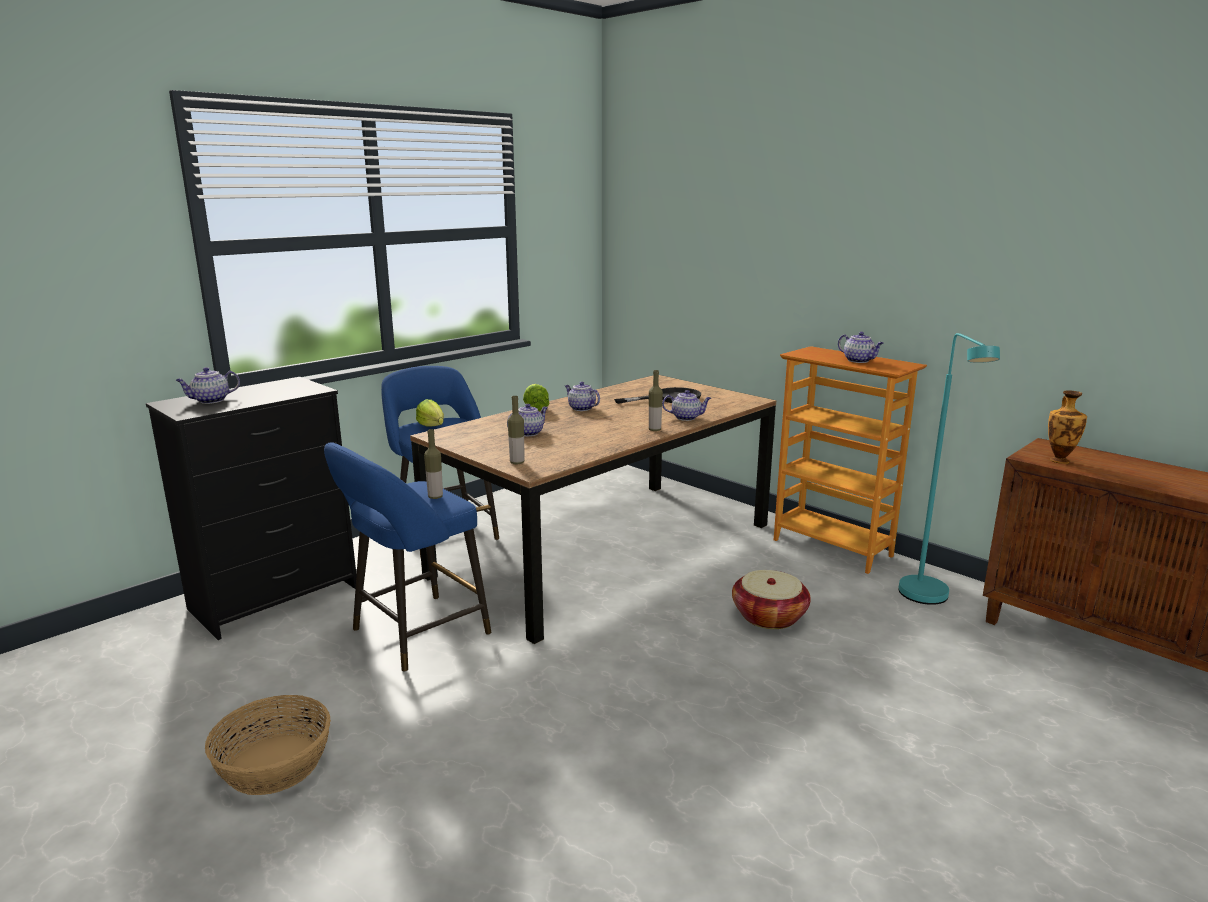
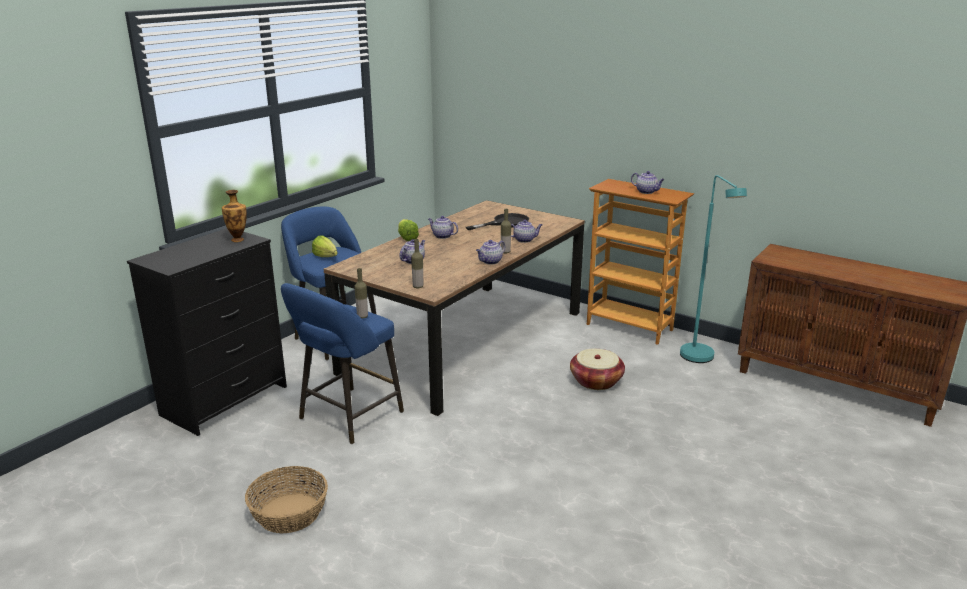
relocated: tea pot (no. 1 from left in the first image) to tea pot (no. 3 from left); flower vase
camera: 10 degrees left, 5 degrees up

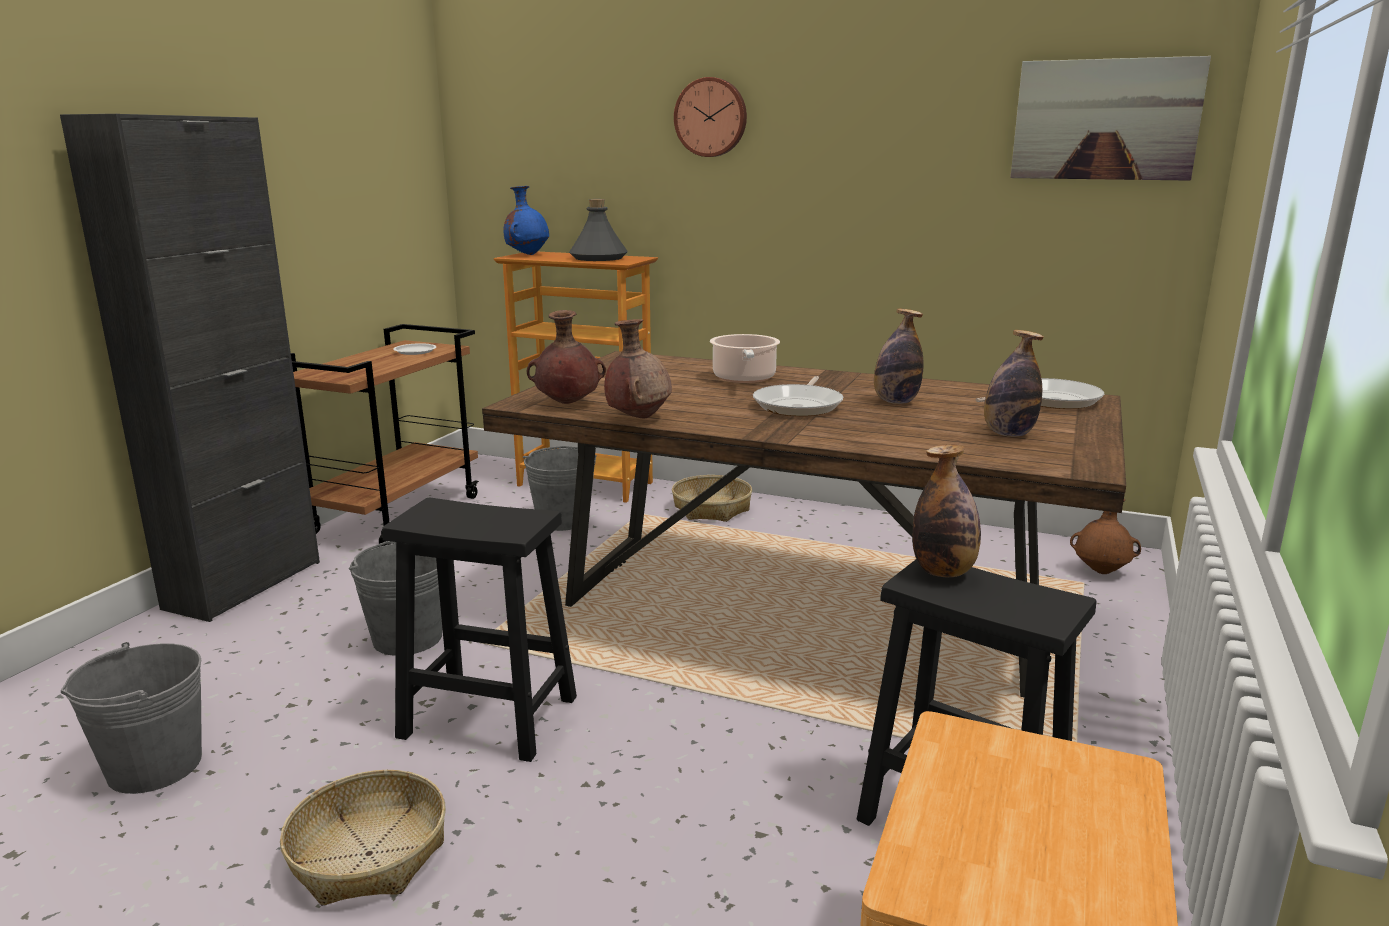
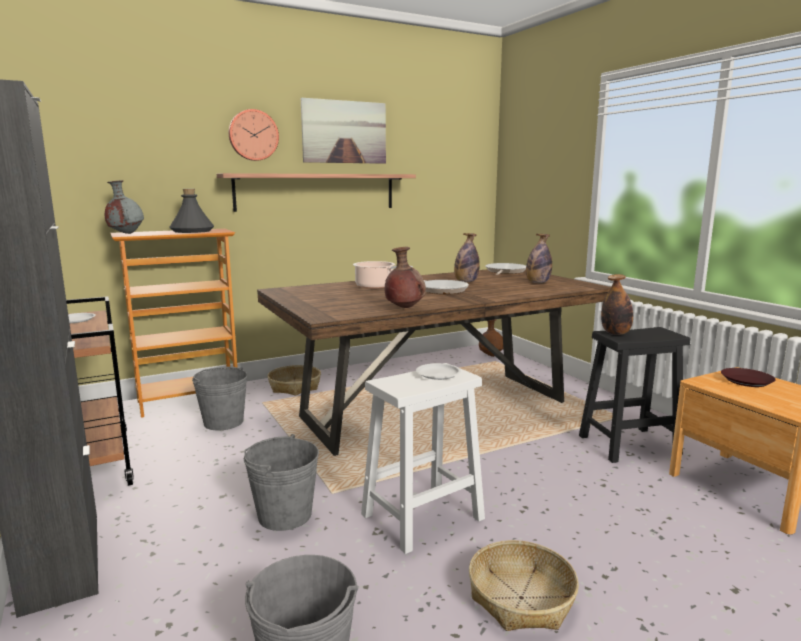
missing: flower vase in brownish (no. 1 from left)
appeared: wall shelf; flat dish in white-coloured (no. 2 from left); flat dish in brownish
relocated: picture
colour: flower vase in bluish to flower vase in gray; sitting stool in blackish (no. 1 from left) to sitting stool in white-coloured
camera: 50 degrees left, 5 degrees down

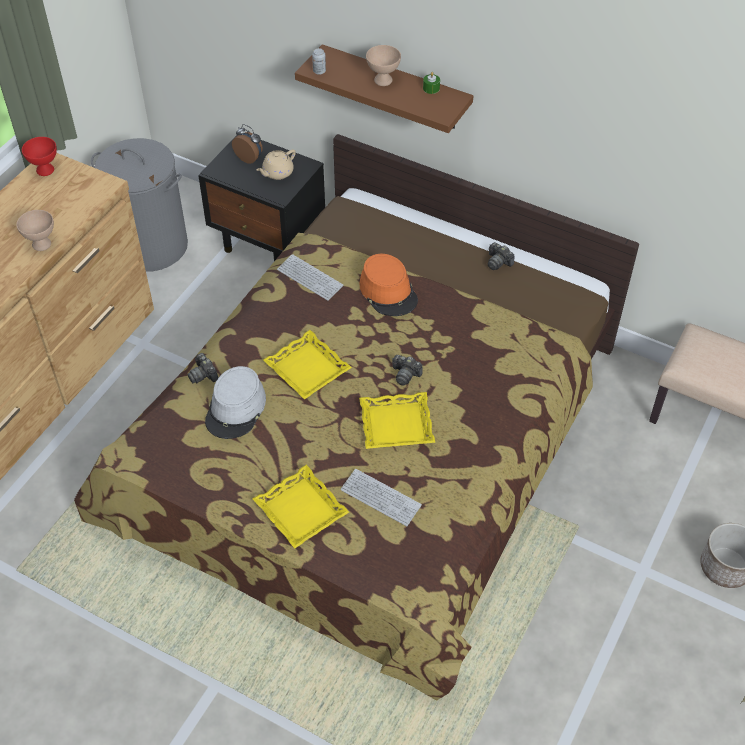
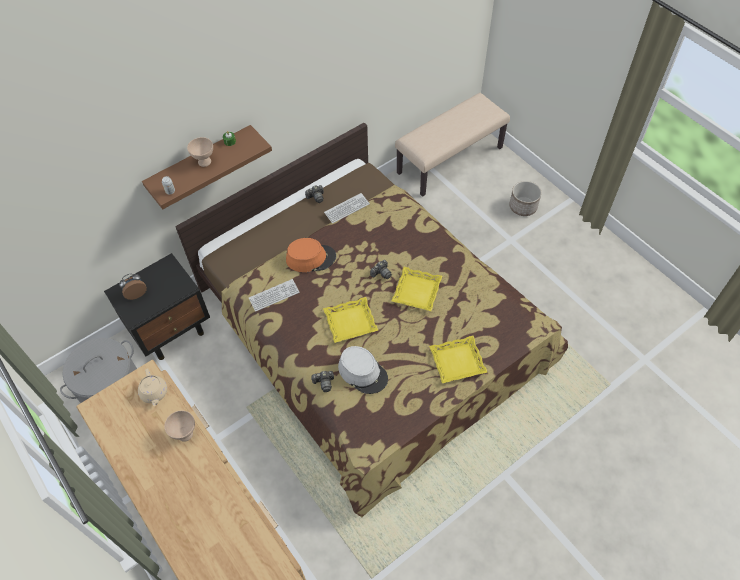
missing: bowl in red-coloured
relocated: tea pot in sand-coloured; keyboard (no. 2 from left)
camera: 65 degrees left, 5 degrees up

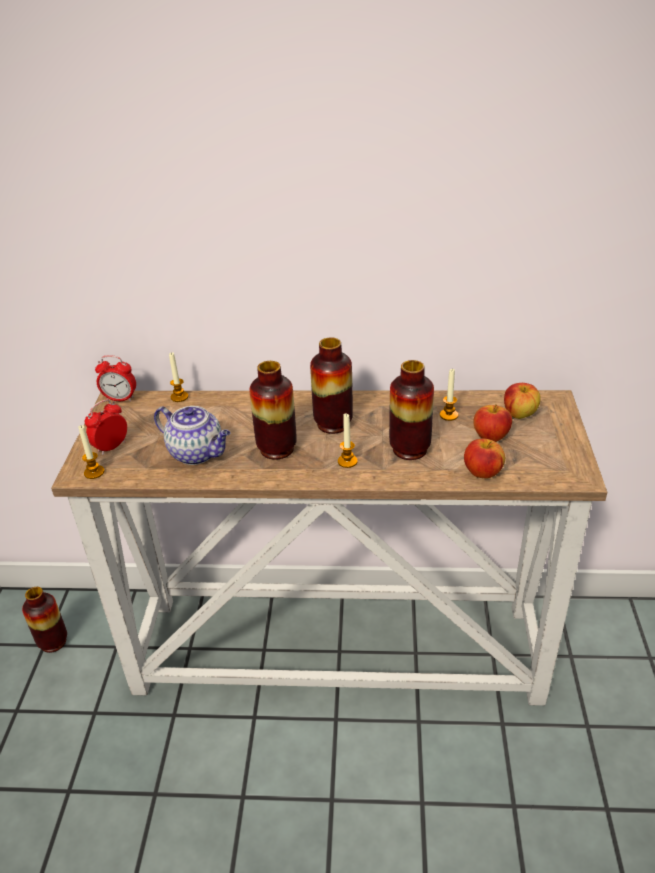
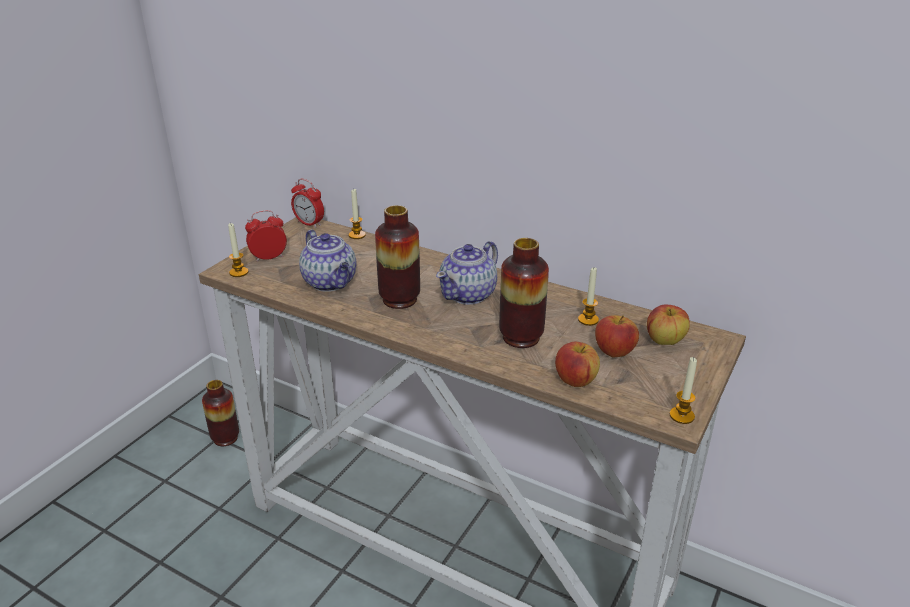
relocated: candle (no. 3 from left in the first image) to candle (no. 4 from left)
exchanged: flower vase (no. 3 from left) to tea pot (no. 2 from left)
camera: 25 degrees right, 5 degrees down

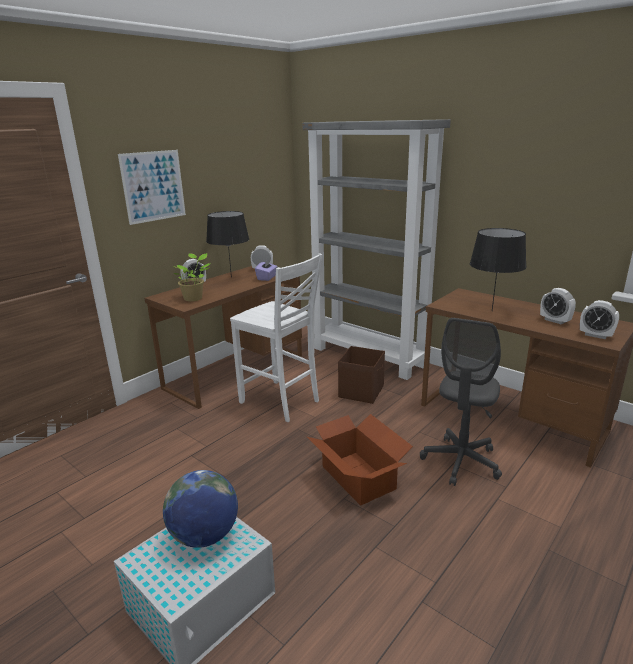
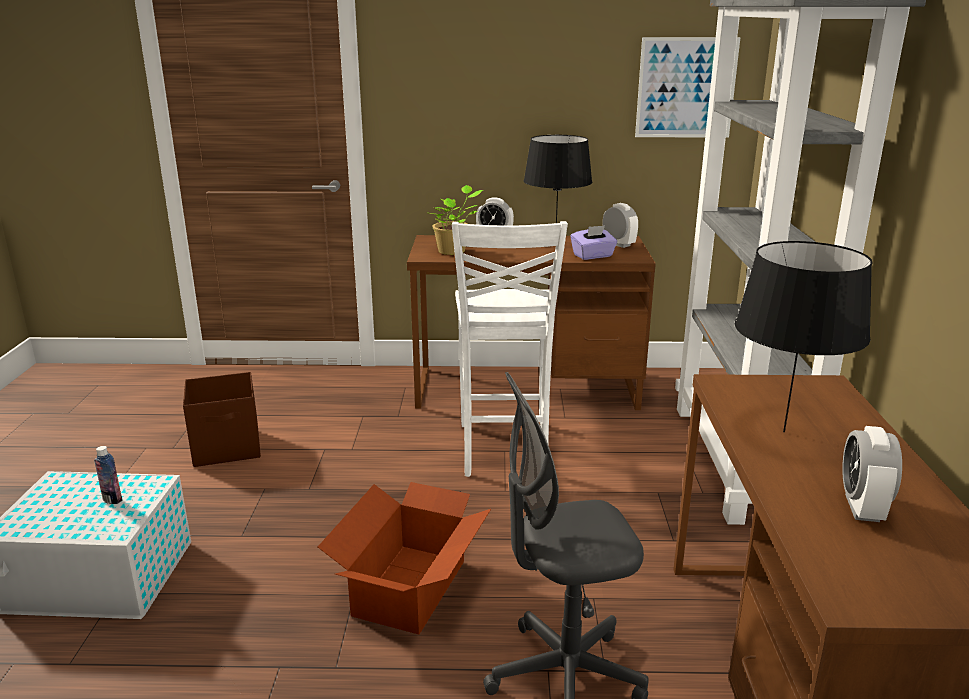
missing: bedside clock (no. 4 from left)
relocated: picture; storage bin in brownish
exchanged: globe to drink bottle
camera: 50 degrees right, 0 degrees up

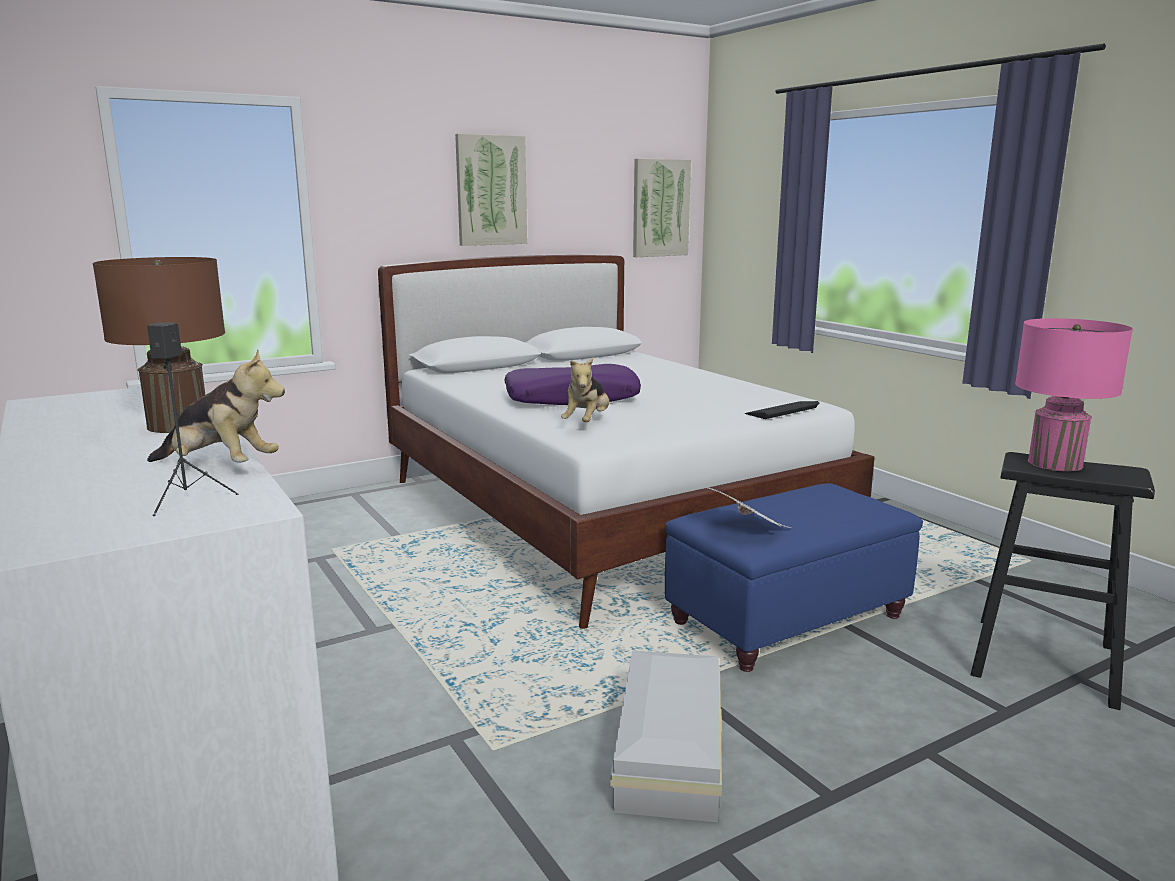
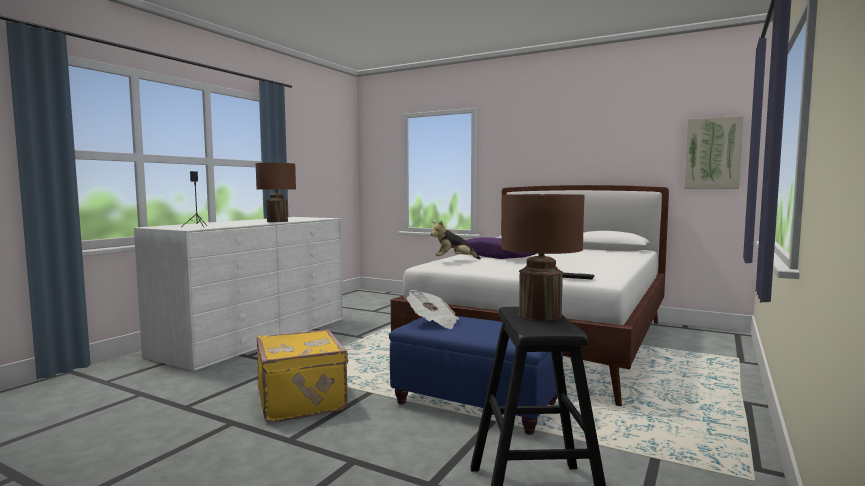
missing: picture (no. 1 from left); plush toy (no. 1 from left)
exchanged: storage bin in white-coloured to travel case in yellowish
colour: tabletop lamp in pinkish to tabletop lamp in brownish (no. 2 from left)
camera: 60 degrees right, 10 degrees down

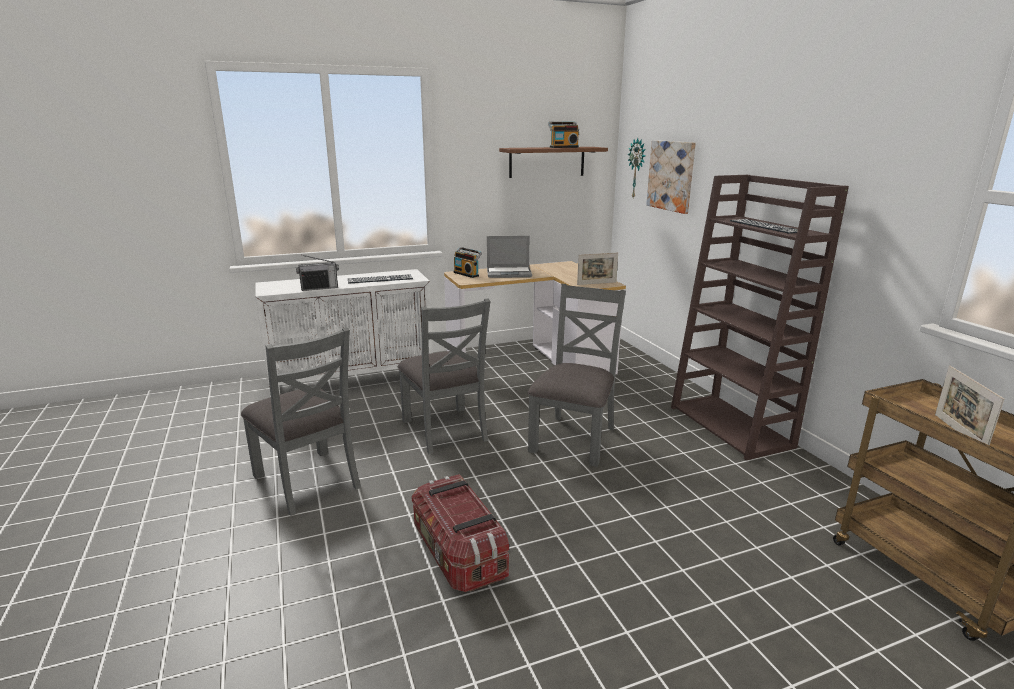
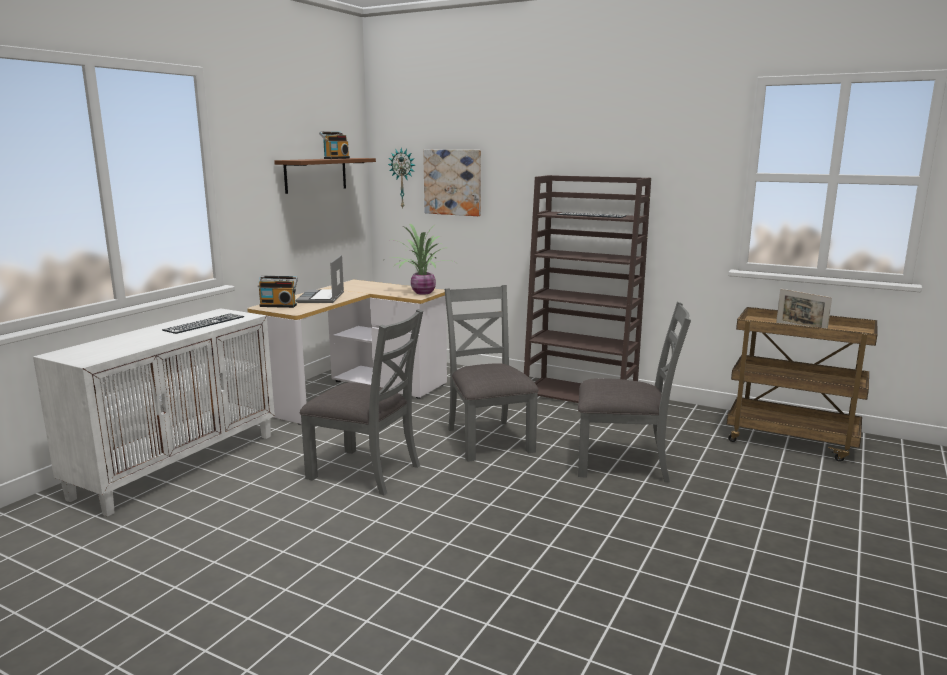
missing: radio receiver (no. 1 from left); storage bin
relocated: plain chair in gray (no. 1 from left in the first image) to plain chair in gray (no. 3 from left)
exchanged: standing frame (no. 1 from left) to houseplant
spun: notebook computer 135 degrees clockwise
camera: 40 degrees left, 5 degrees down

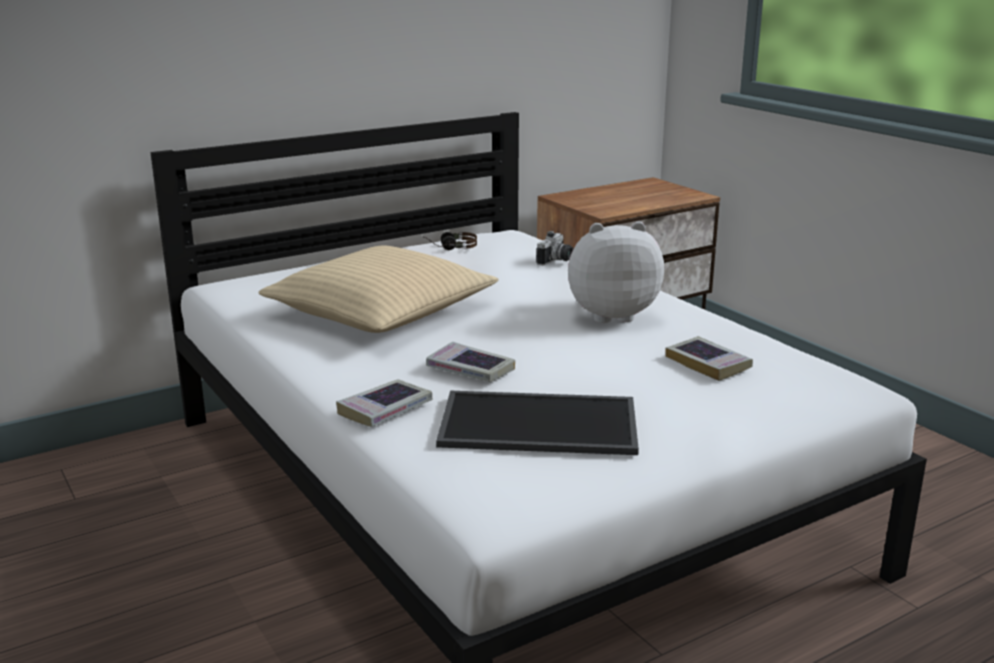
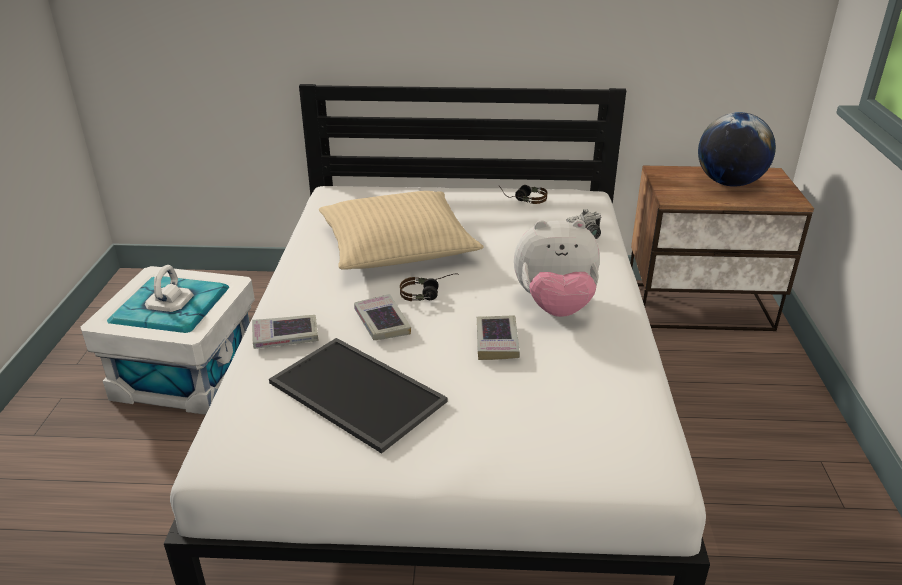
appeared: globe; storage bin in white-coloured; headphones (no. 1 from left)
relocated: book (no. 3 from left)
spun: plush toy 150 degrees clockwise
camera: 35 degrees right, 10 degrees up

